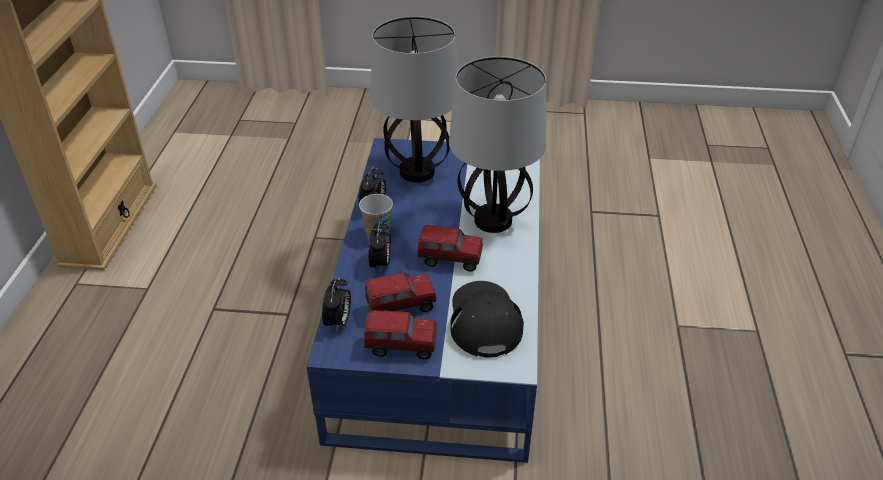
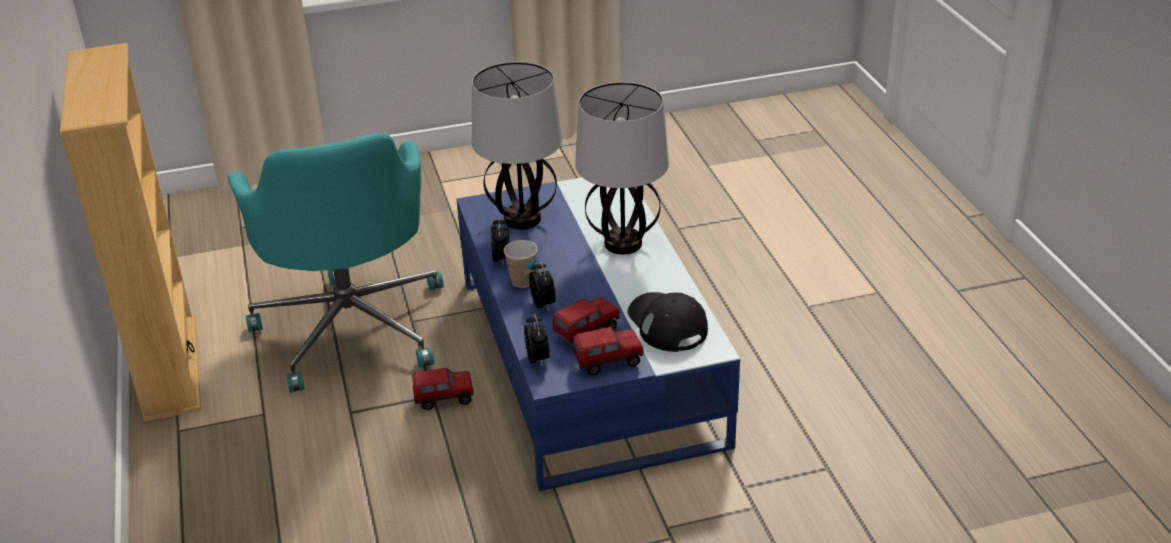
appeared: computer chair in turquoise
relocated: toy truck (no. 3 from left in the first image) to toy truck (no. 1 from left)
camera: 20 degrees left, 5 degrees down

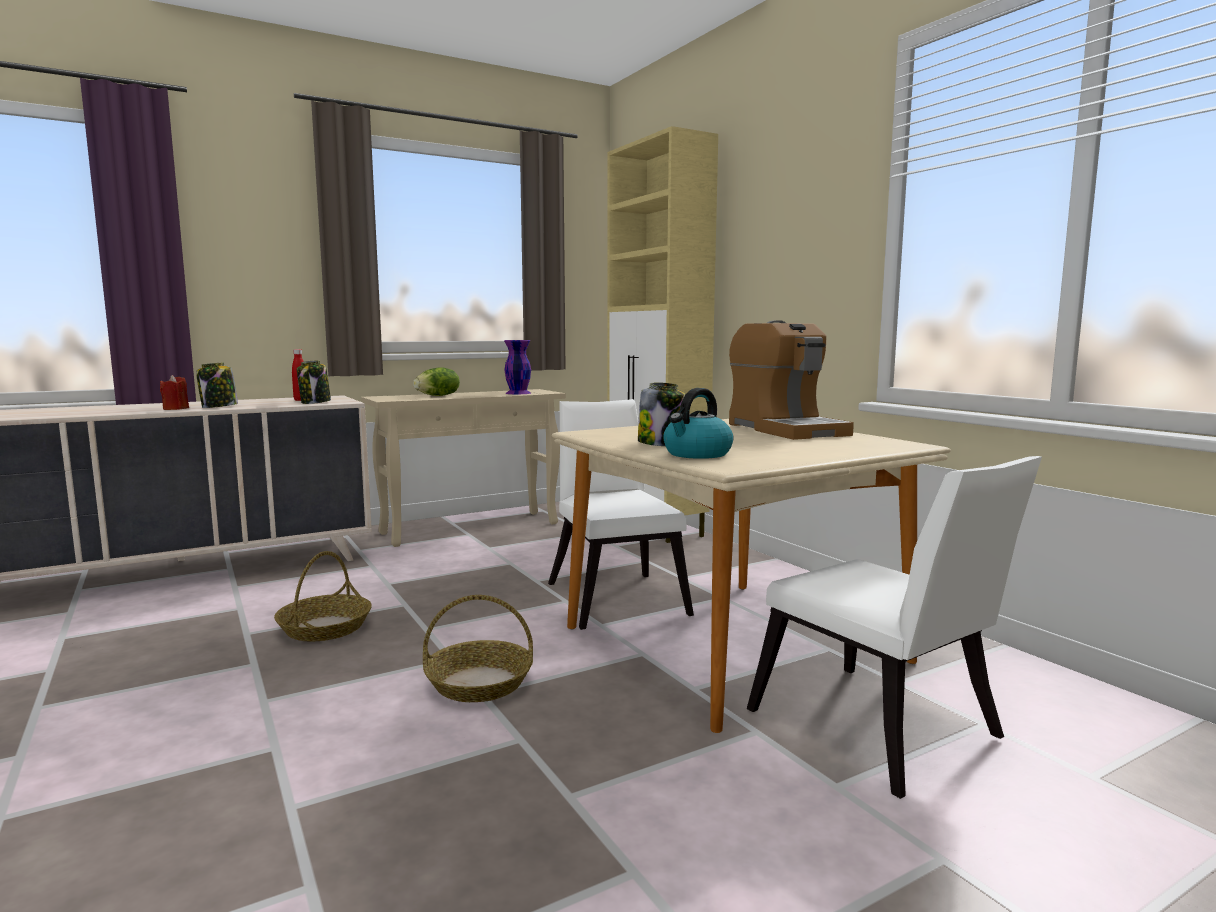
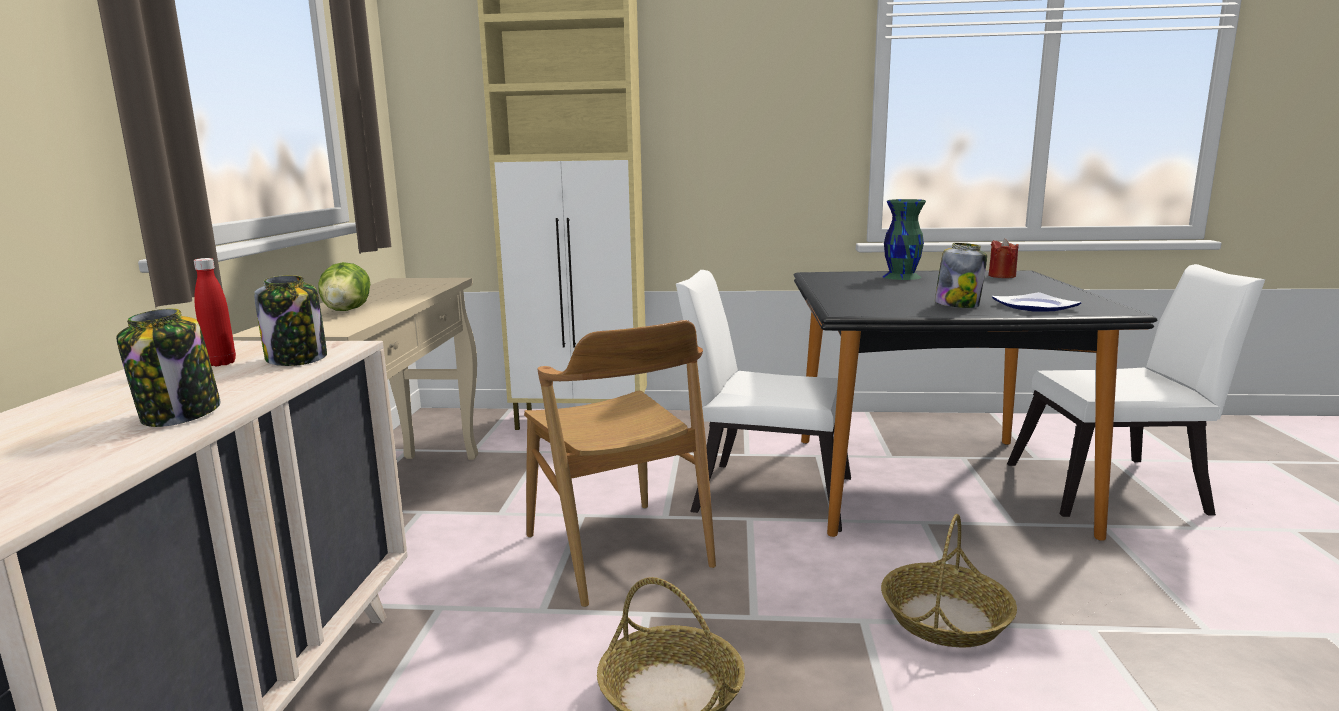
missing: flower vase in purple
appeared: plain chair in brownish
relocated: candle in red-coloured
exchanged: coffee machine to flower vase in greenish; tea kettle to flat dish
colour: dining table in sand-coloured to dining table in blackish
camera: 55 degrees left, 5 degrees up

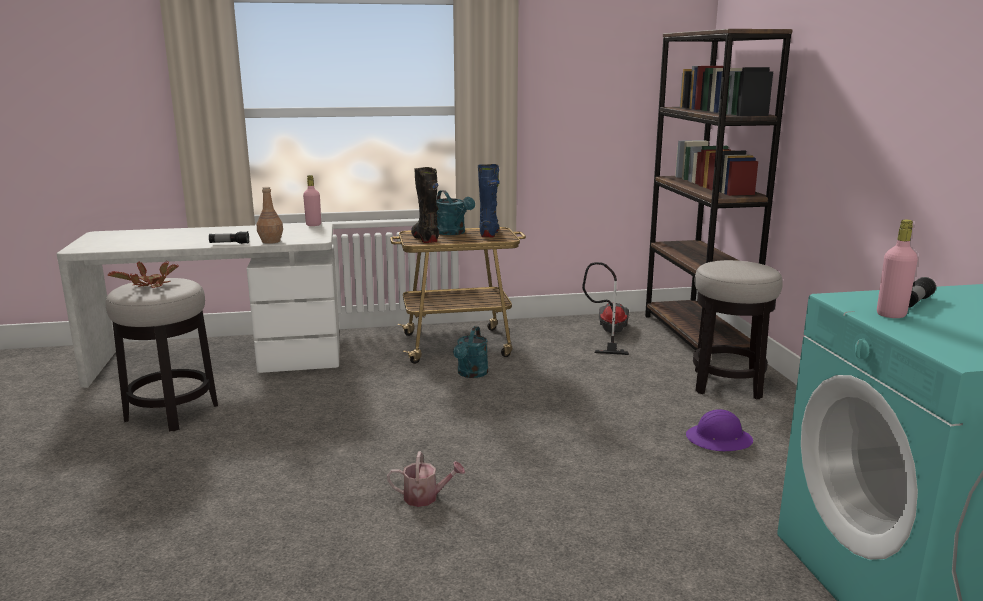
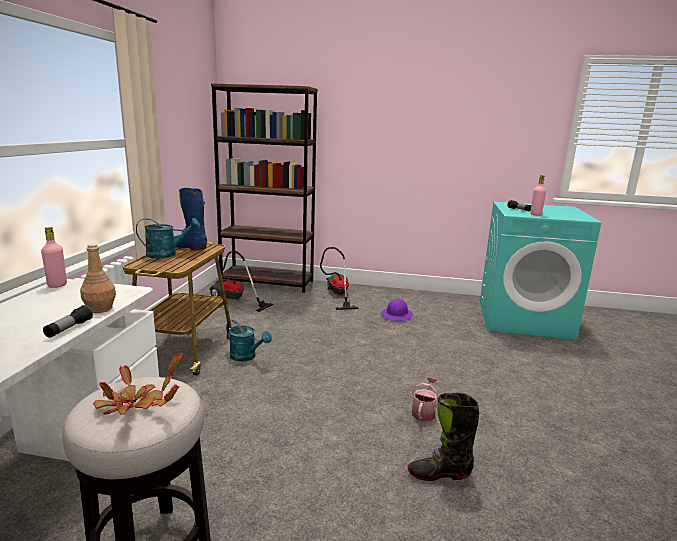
relocated: boot in blackish
exchanged: sitting stool (no. 2 from left) to vacuum (no. 2 from left)
camera: 70 degrees left, 0 degrees up

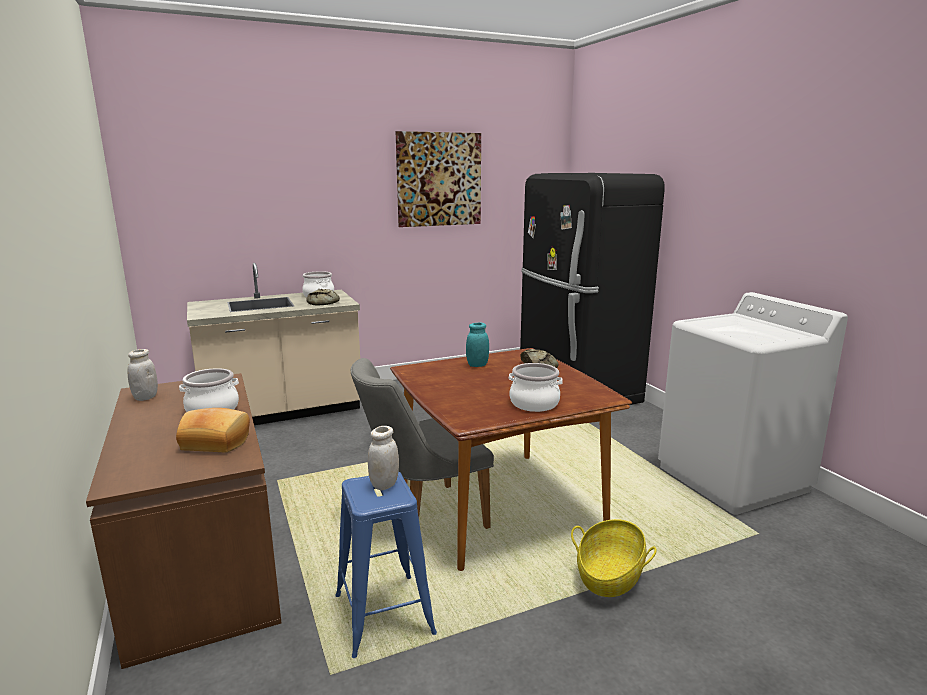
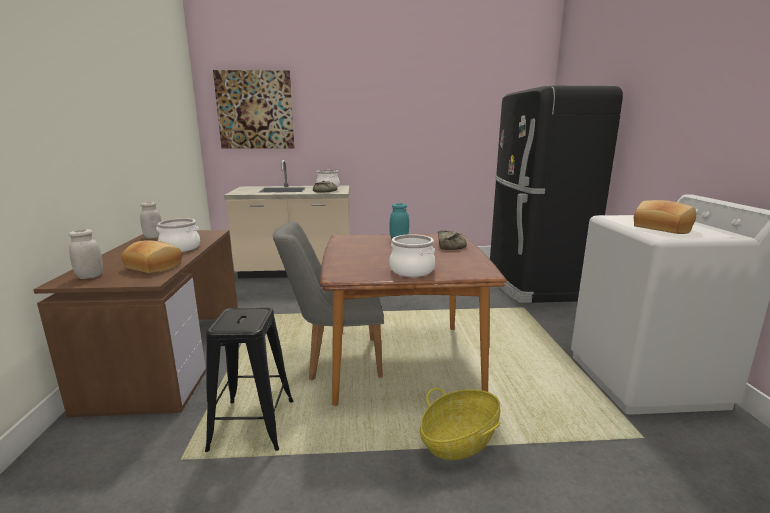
appeared: baked bread (no. 4 from left)
relocated: picture; storage jar in white-coloured (no. 2 from left in the first image) to storage jar in white-coloured (no. 1 from left)
colour: sitting stool in bluish to sitting stool in blackish
camera: 20 degrees right, 0 degrees up

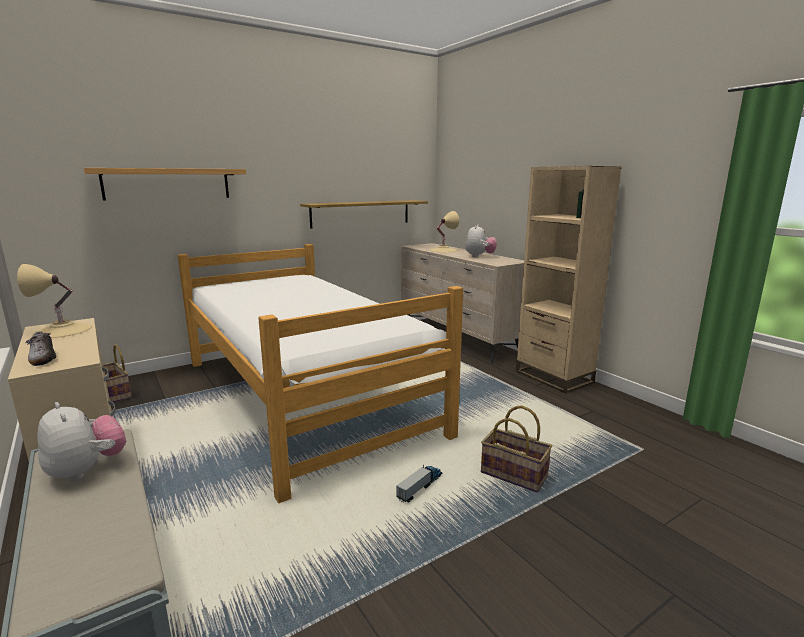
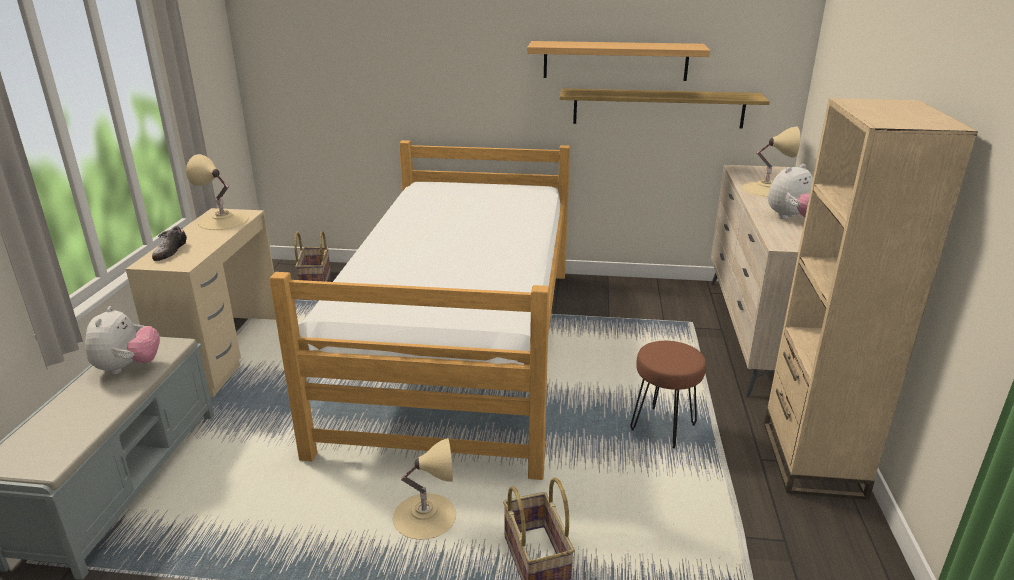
appeared: sitting stool in brownish
relocated: wall shelf (no. 1 from left)
exchanged: toy truck to tabletop lamp in sand-coloured (no. 2 from left)
camera: 40 degrees right, 10 degrees up

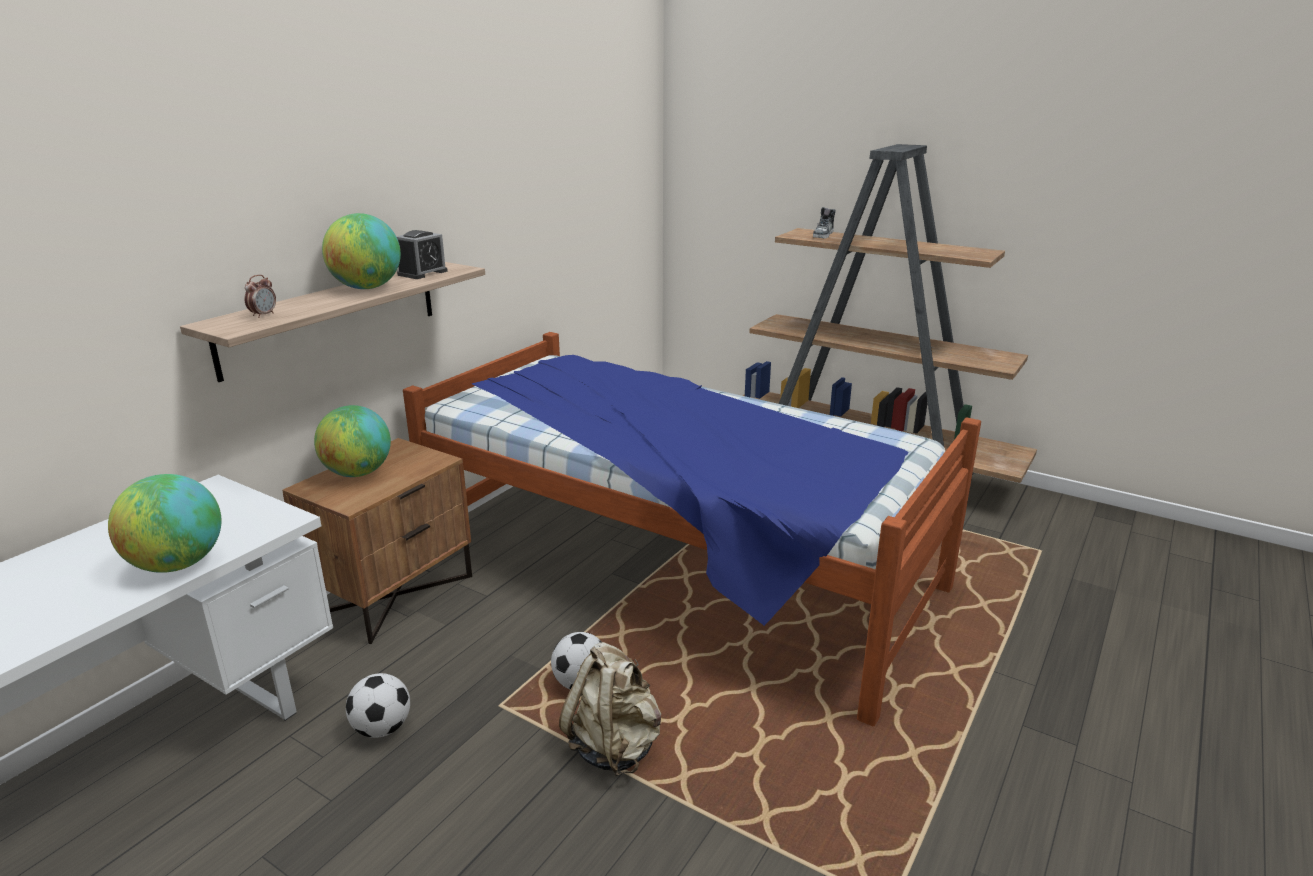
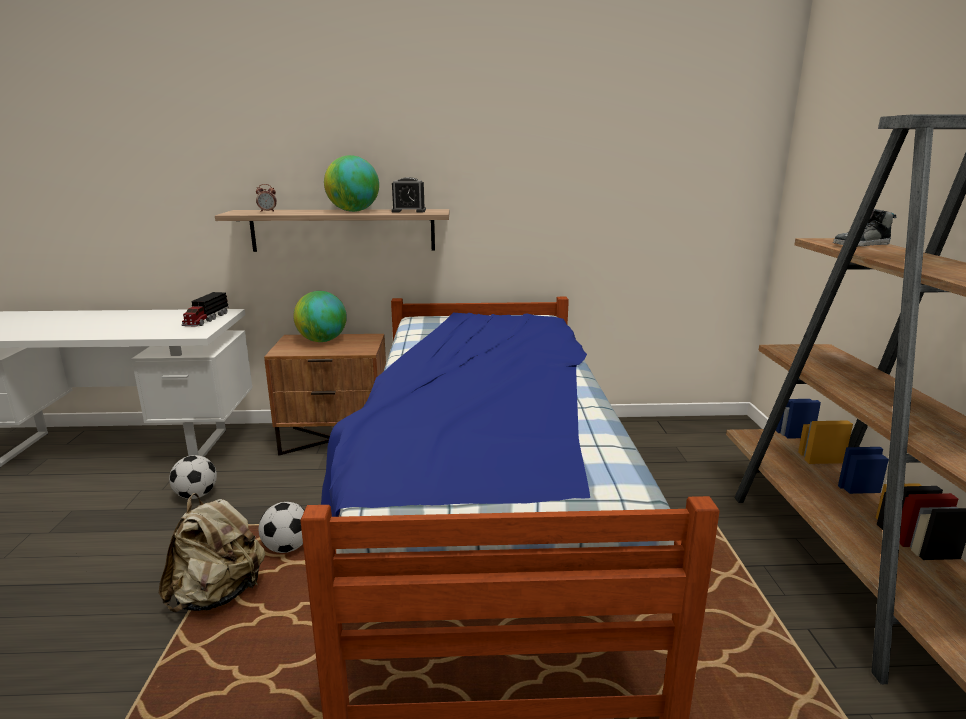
missing: globe (no. 1 from left)
appeared: toy truck
camera: 55 degrees right, 5 degrees down

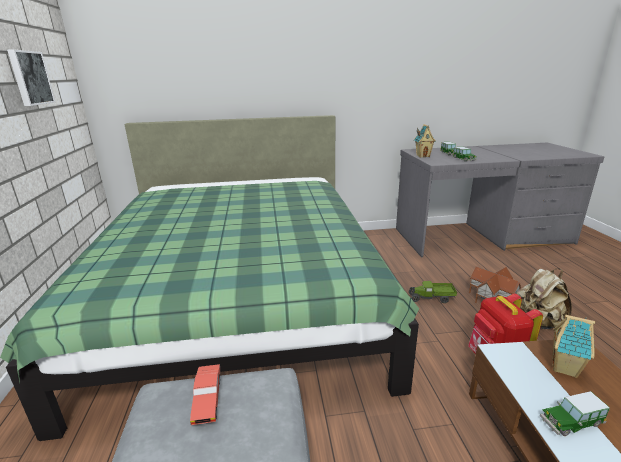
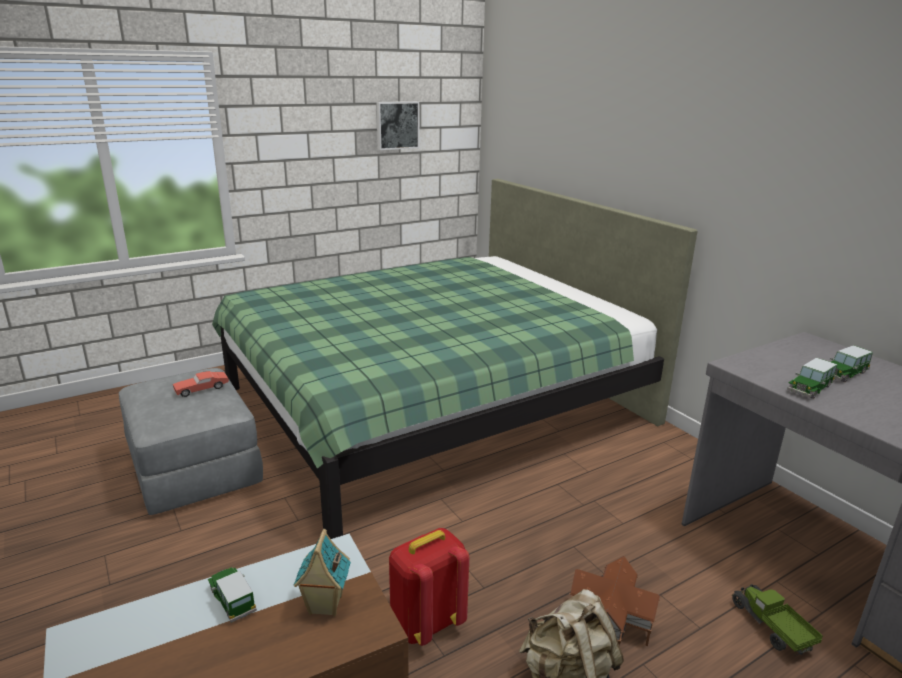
missing: model house (no. 1 from left)
relocated: toy truck
camera: 65 degrees right, 0 degrees up

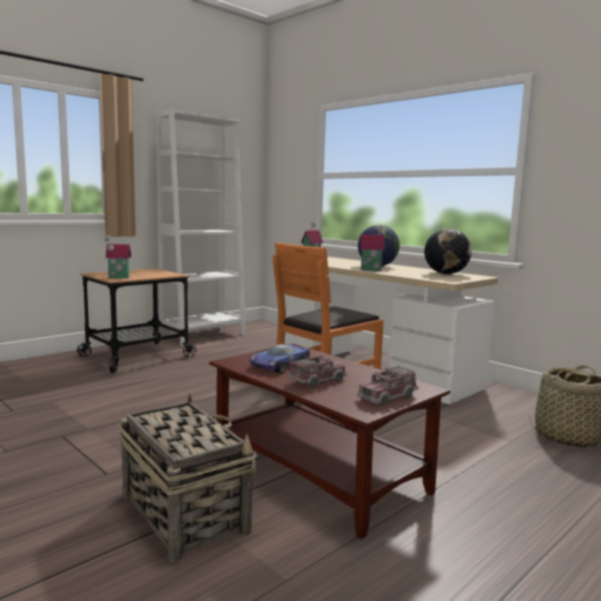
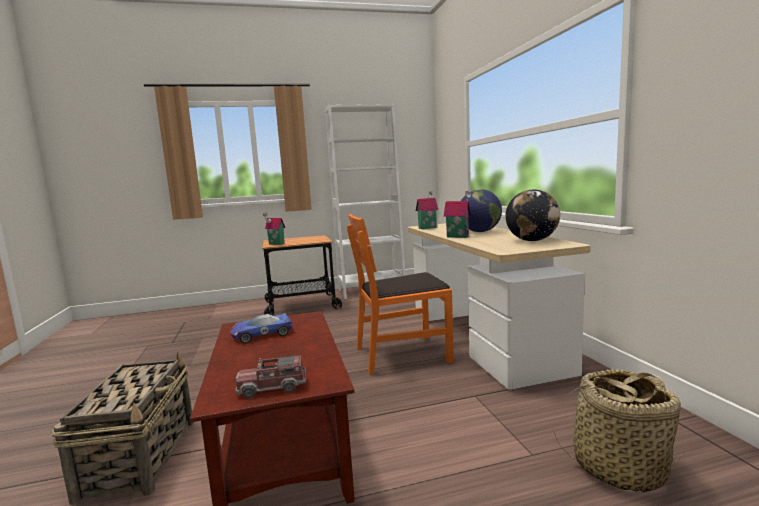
missing: toy truck (no. 1 from left)
camera: 30 degrees right, 0 degrees up

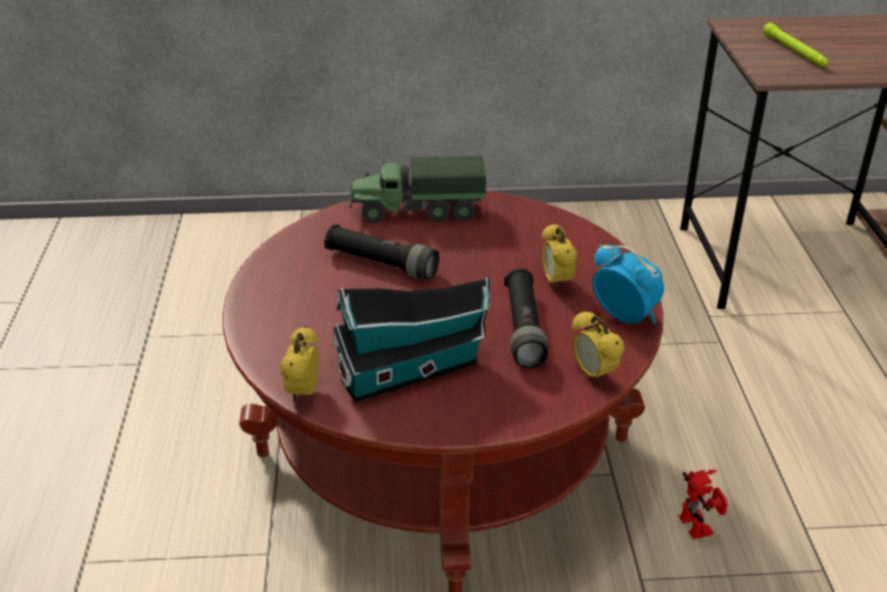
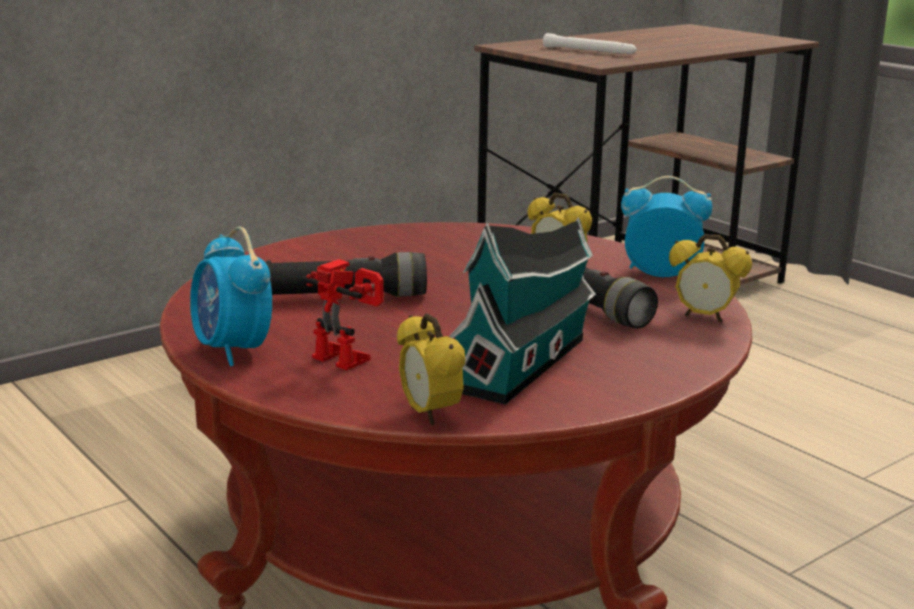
missing: toy truck
appeared: bedside clock (no. 1 from left)
relocated: model robot
colour: hand torch in greenish to hand torch in white-coloured
camera: 35 degrees left, 15 degrees down

